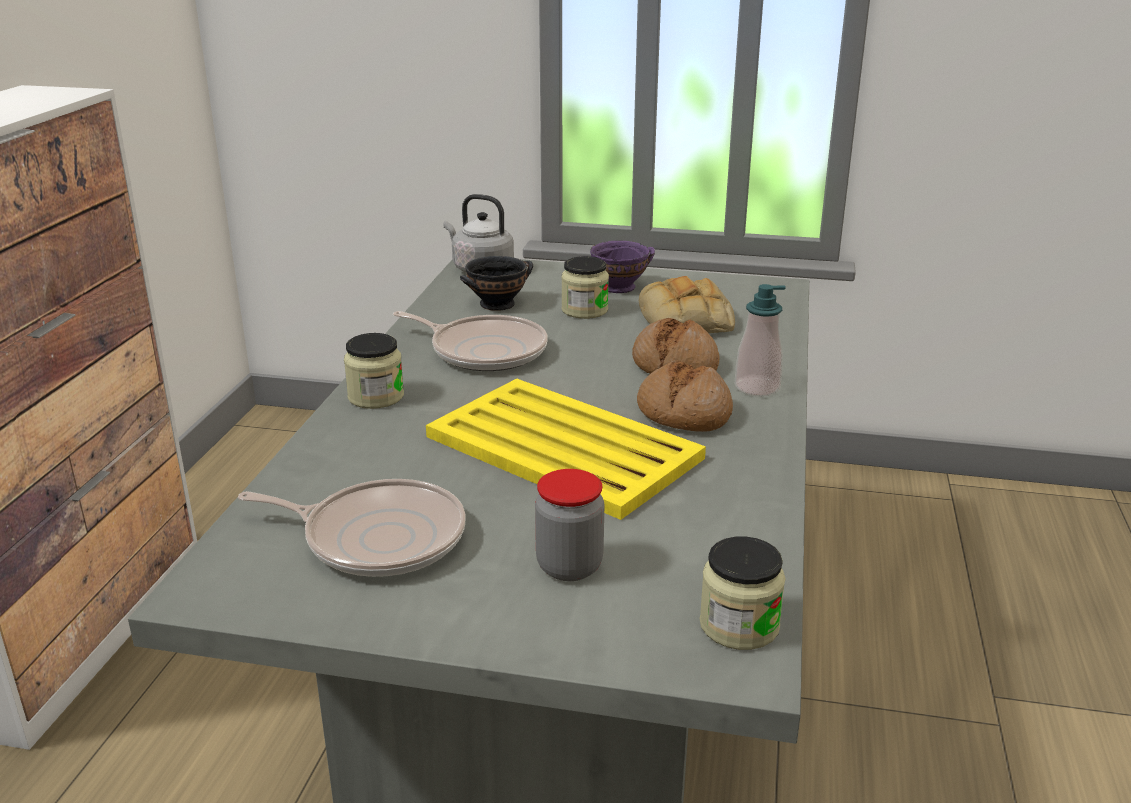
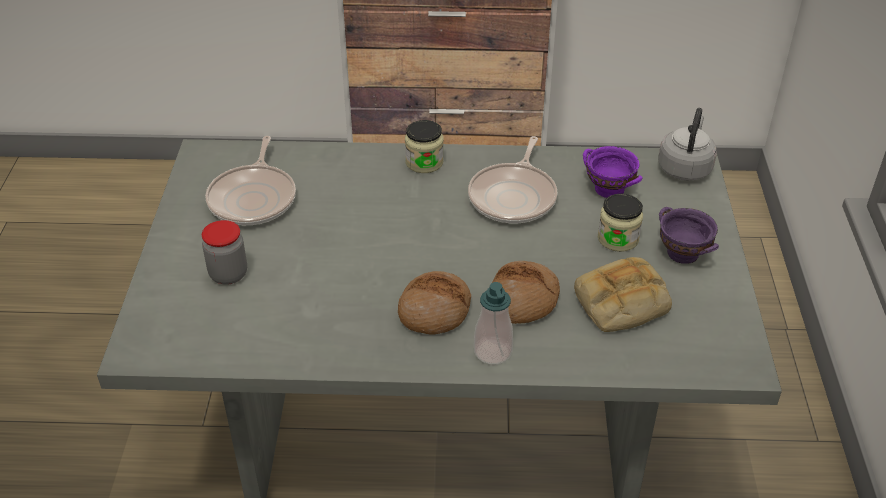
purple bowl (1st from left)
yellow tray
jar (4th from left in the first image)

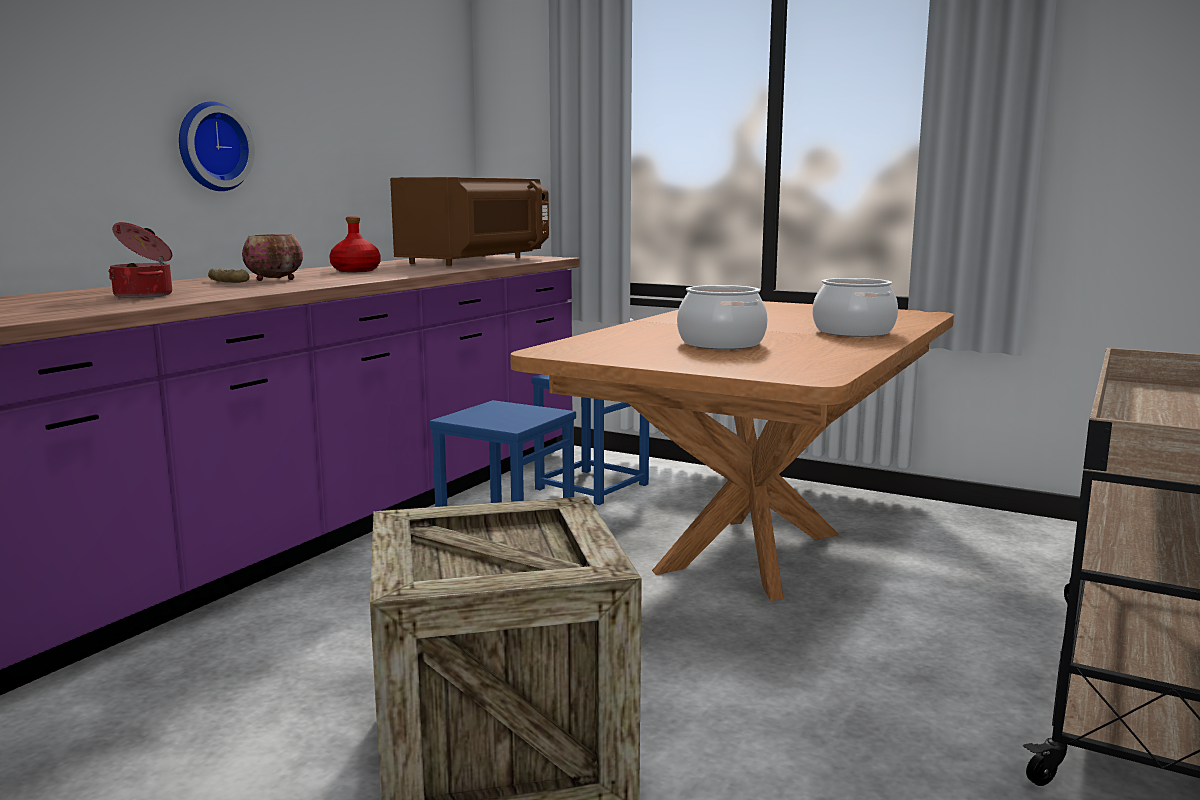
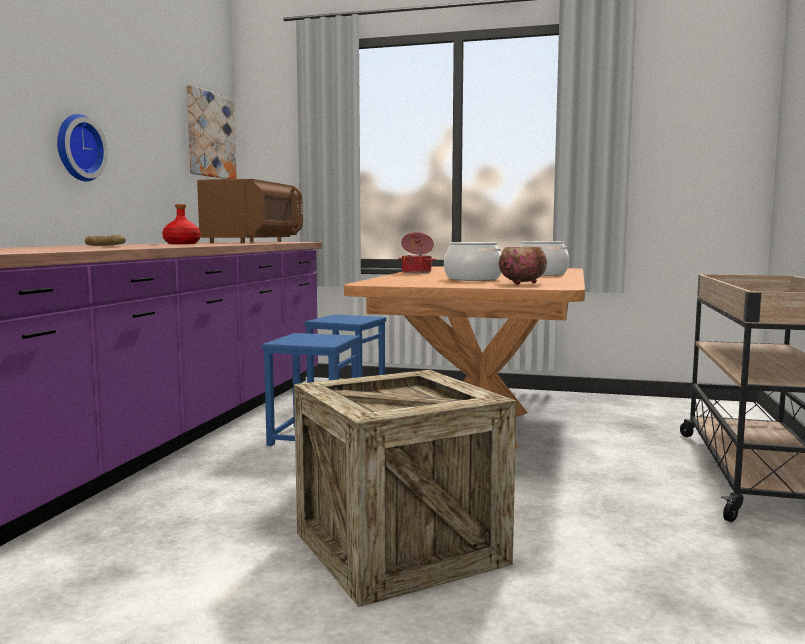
cooking pot (1st from left)
bowl
picture

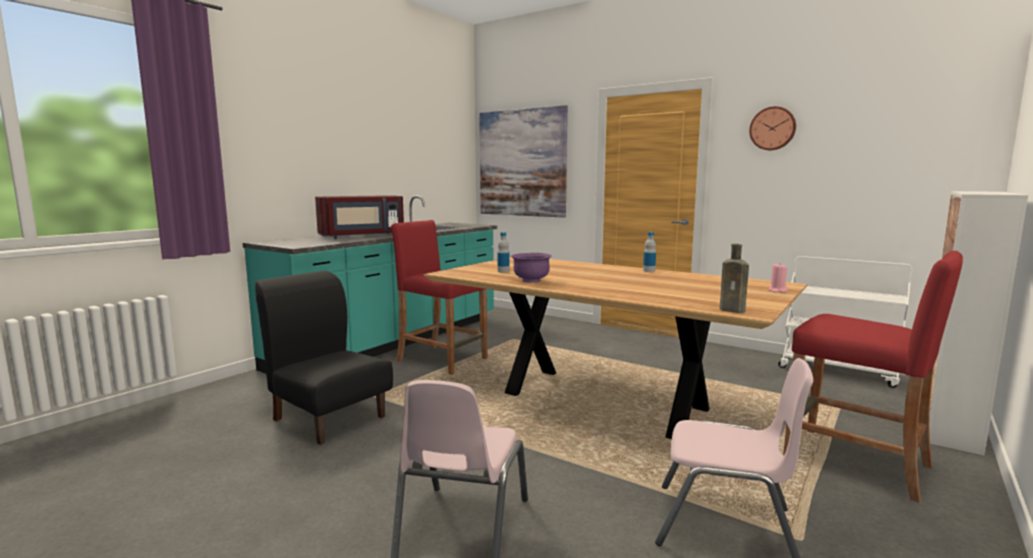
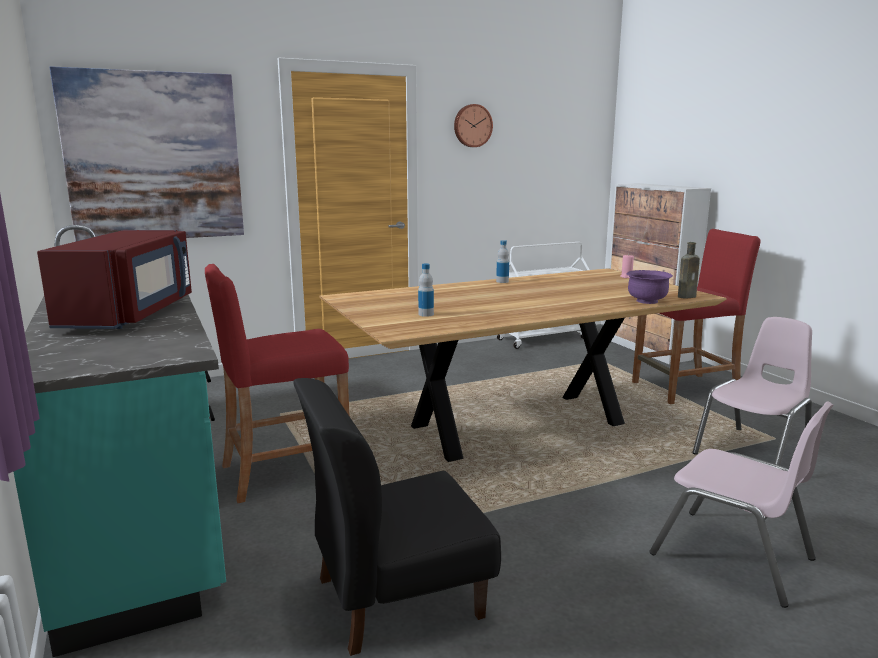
purple bowl

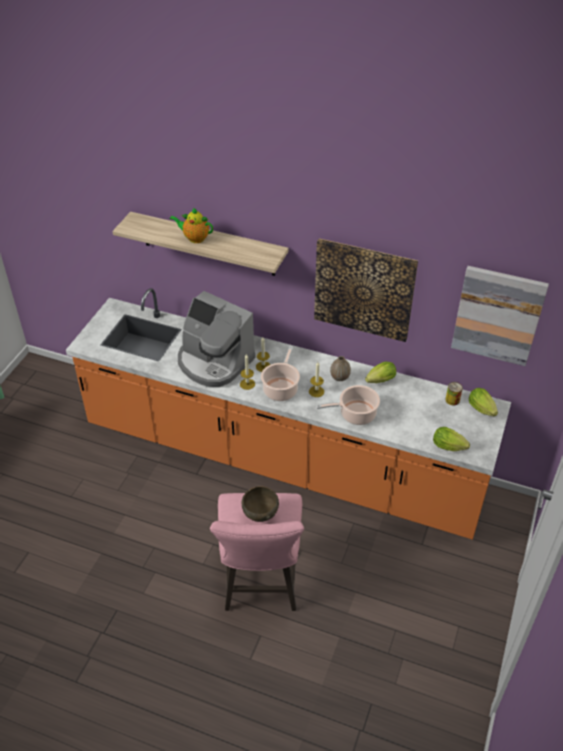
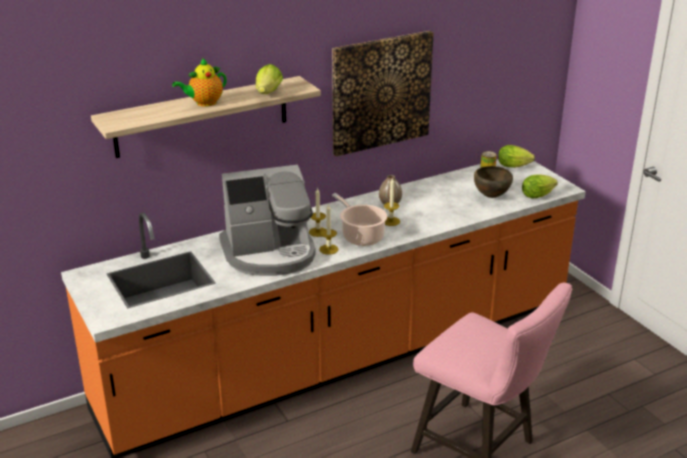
picture (2nd from left in the first image)
lettuce (1st from left)
cooking pot (2nd from left in the first image)
brown bowl

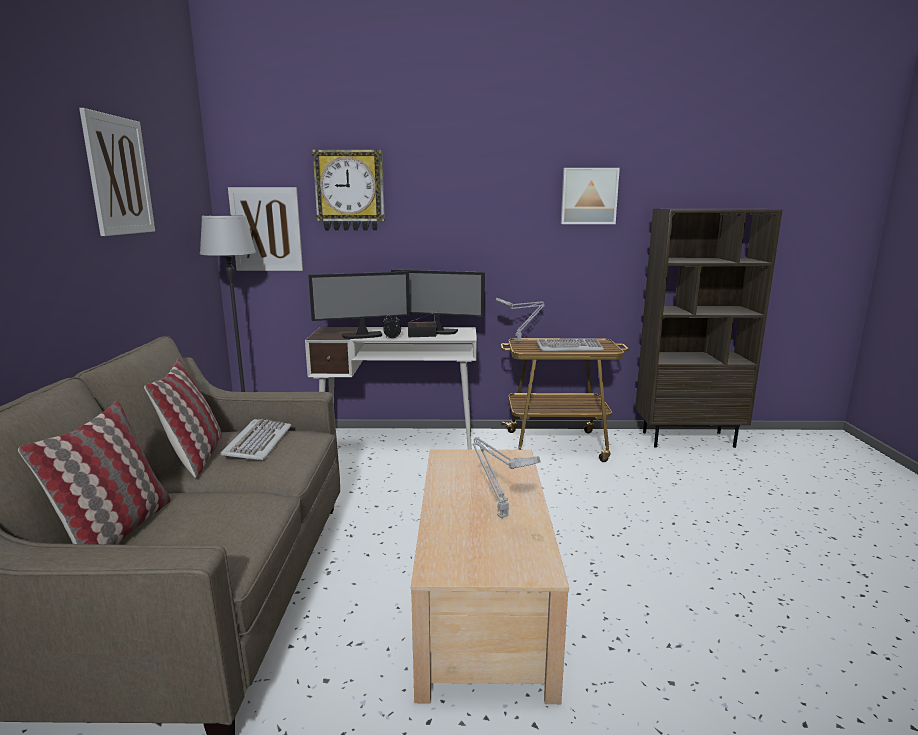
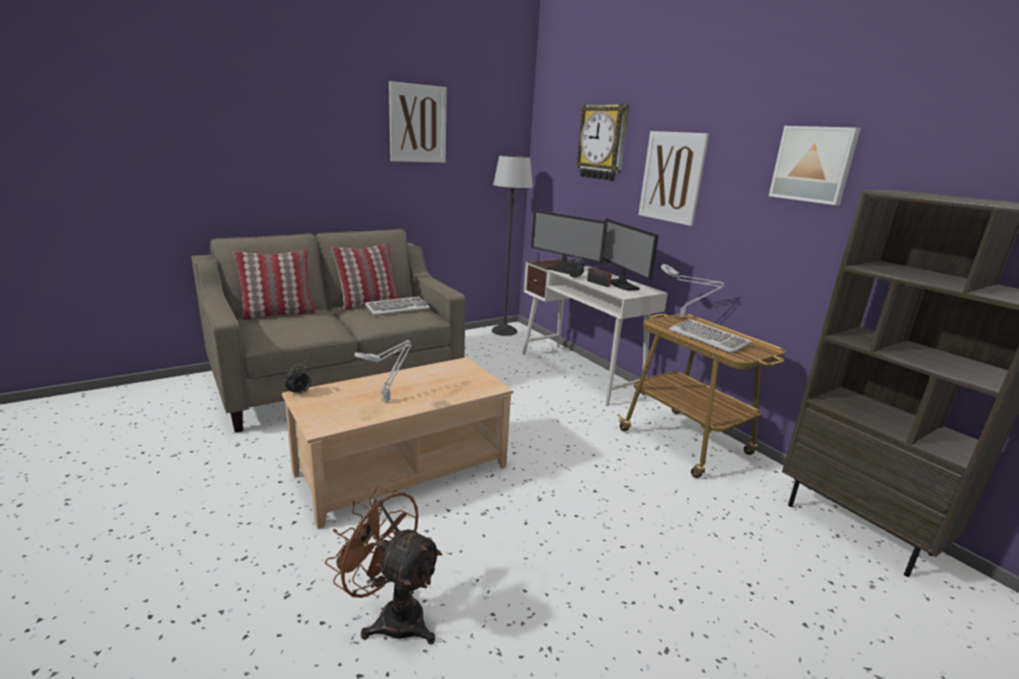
picture (2nd from left)
alarm clock (1st from left)
brown fan

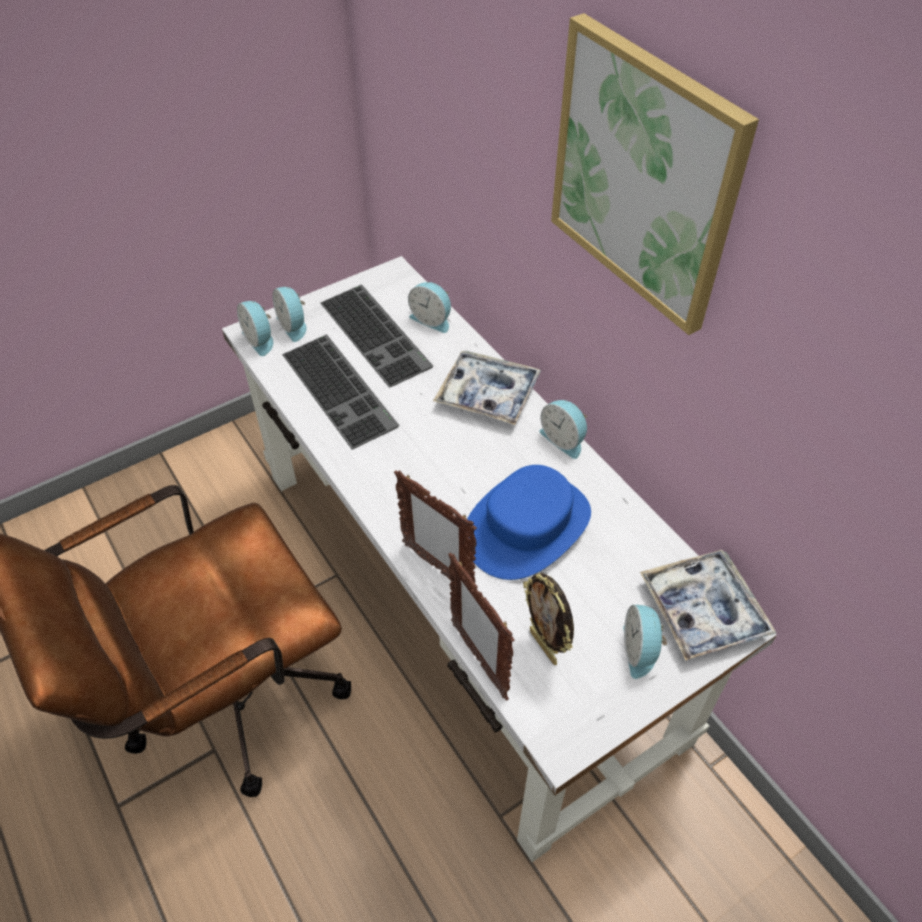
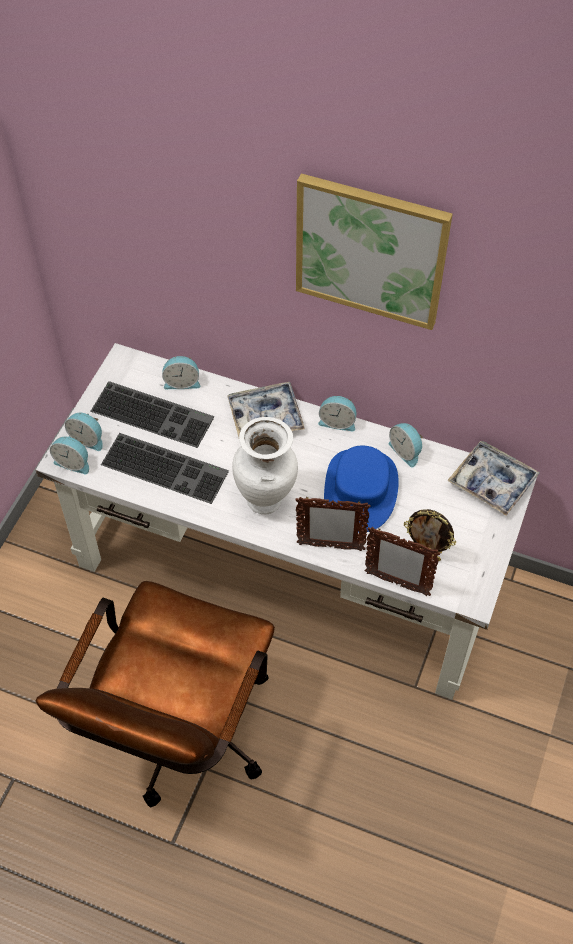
alarm clock (5th from left)
white vase

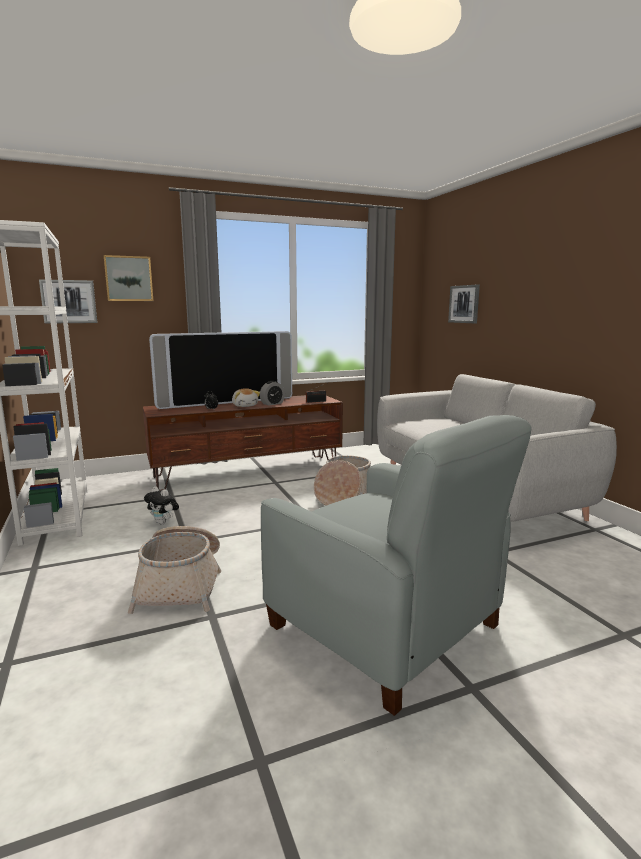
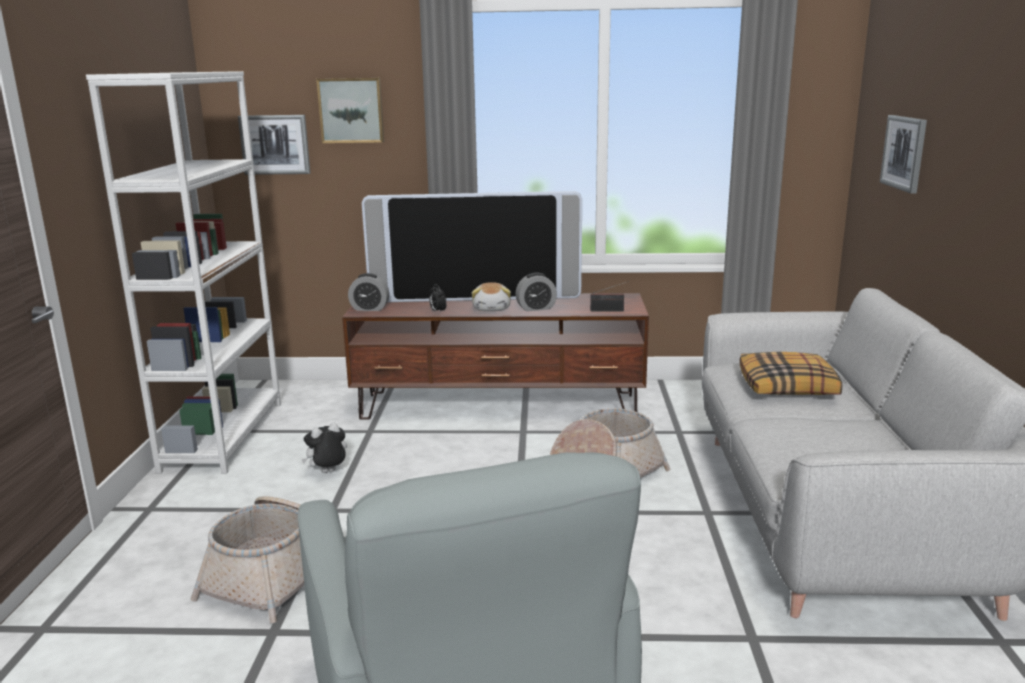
plush toy (1st from left)
alarm clock (1st from left)
pillow

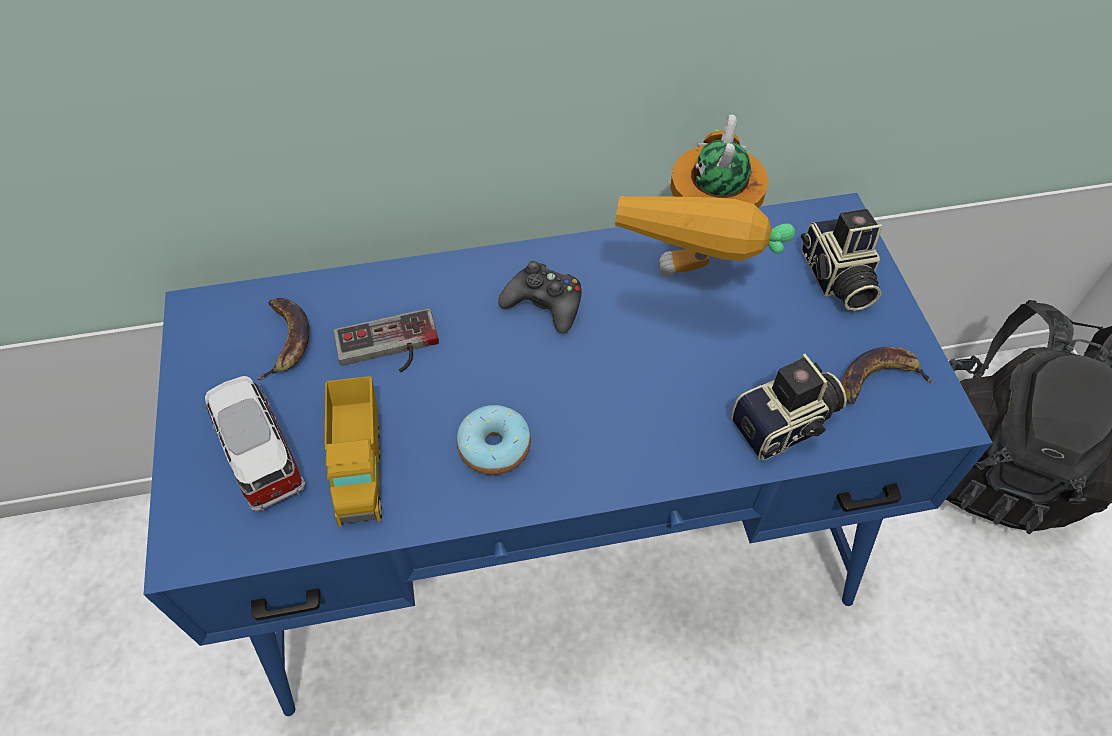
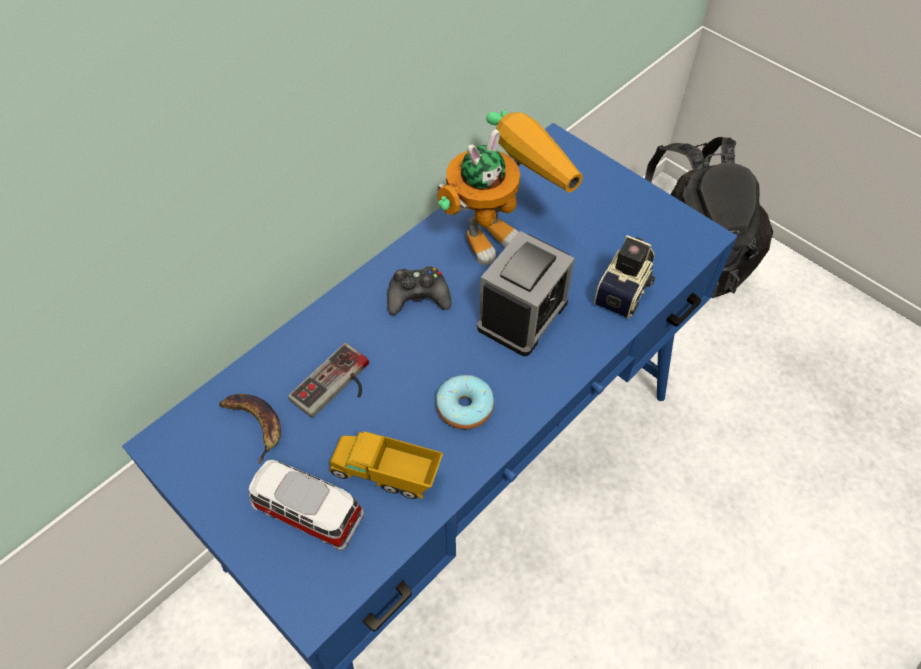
toy robot
photo camera (2nd from left in the first image)
banana (2nd from left in the first image)
toy truck
alarm clock

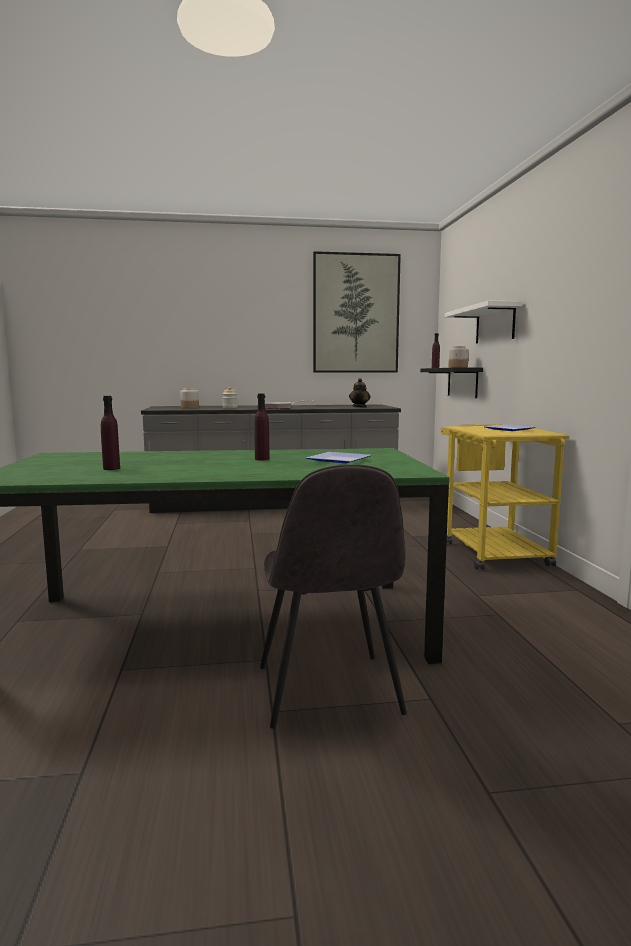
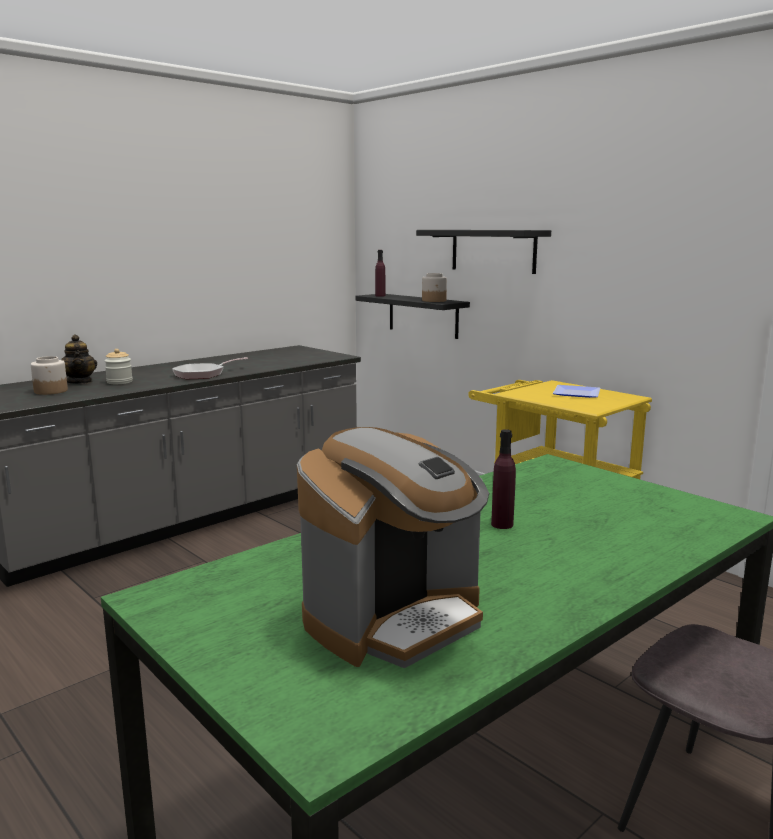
picture
black shelf (2nd from left)
teapot
coffee machine
plate (1st from left in the first image)

